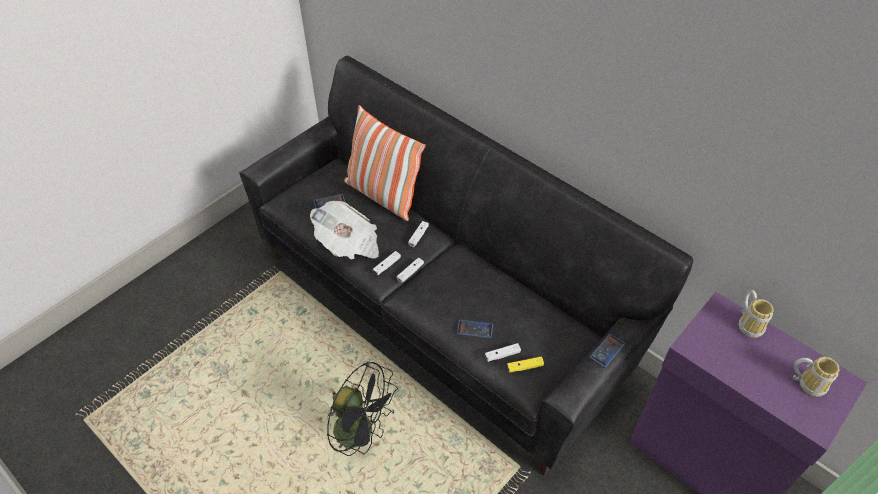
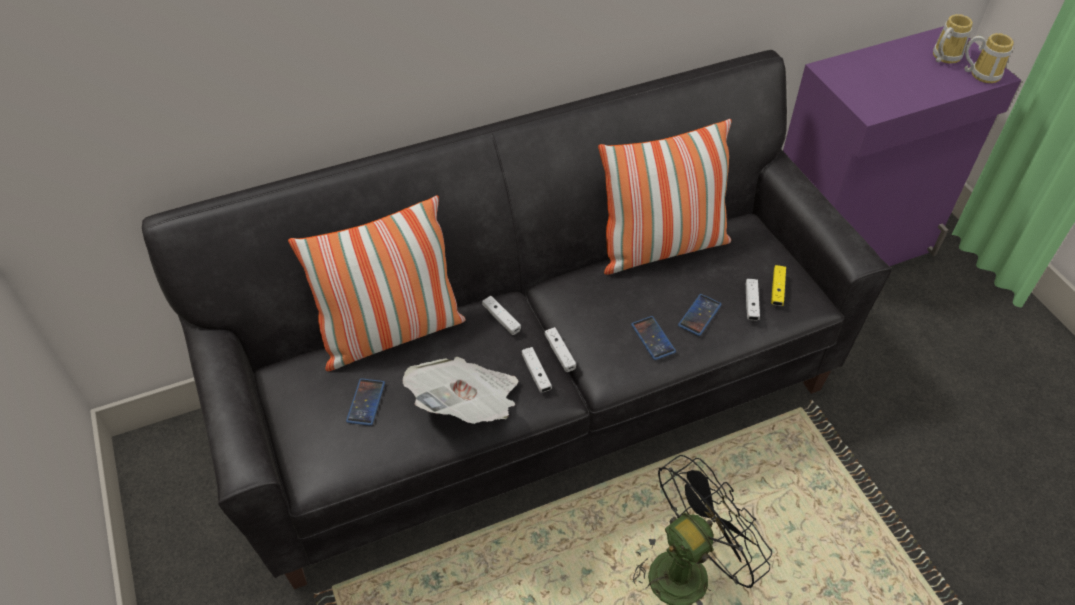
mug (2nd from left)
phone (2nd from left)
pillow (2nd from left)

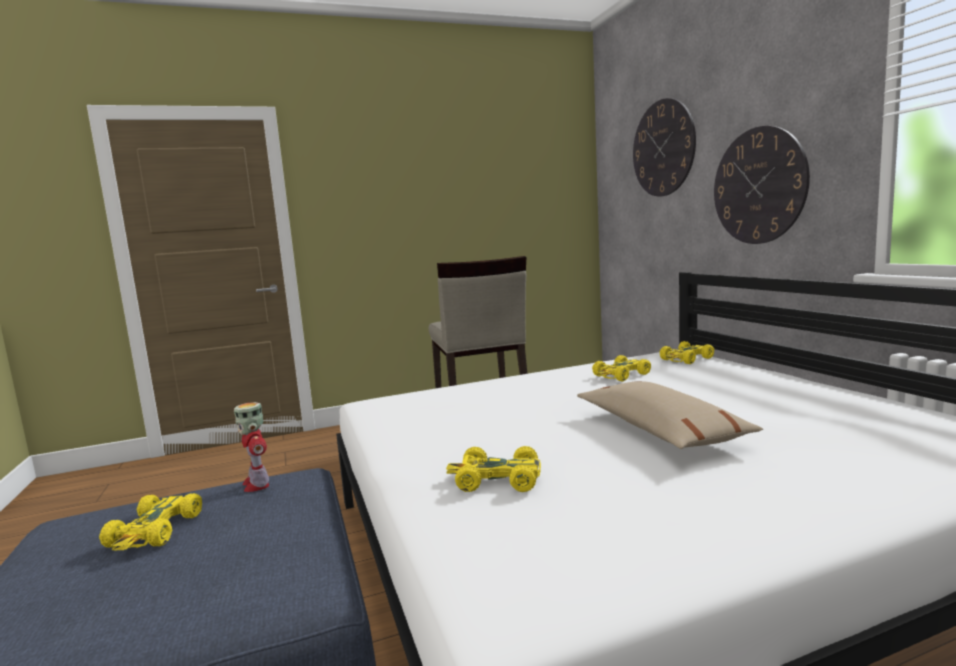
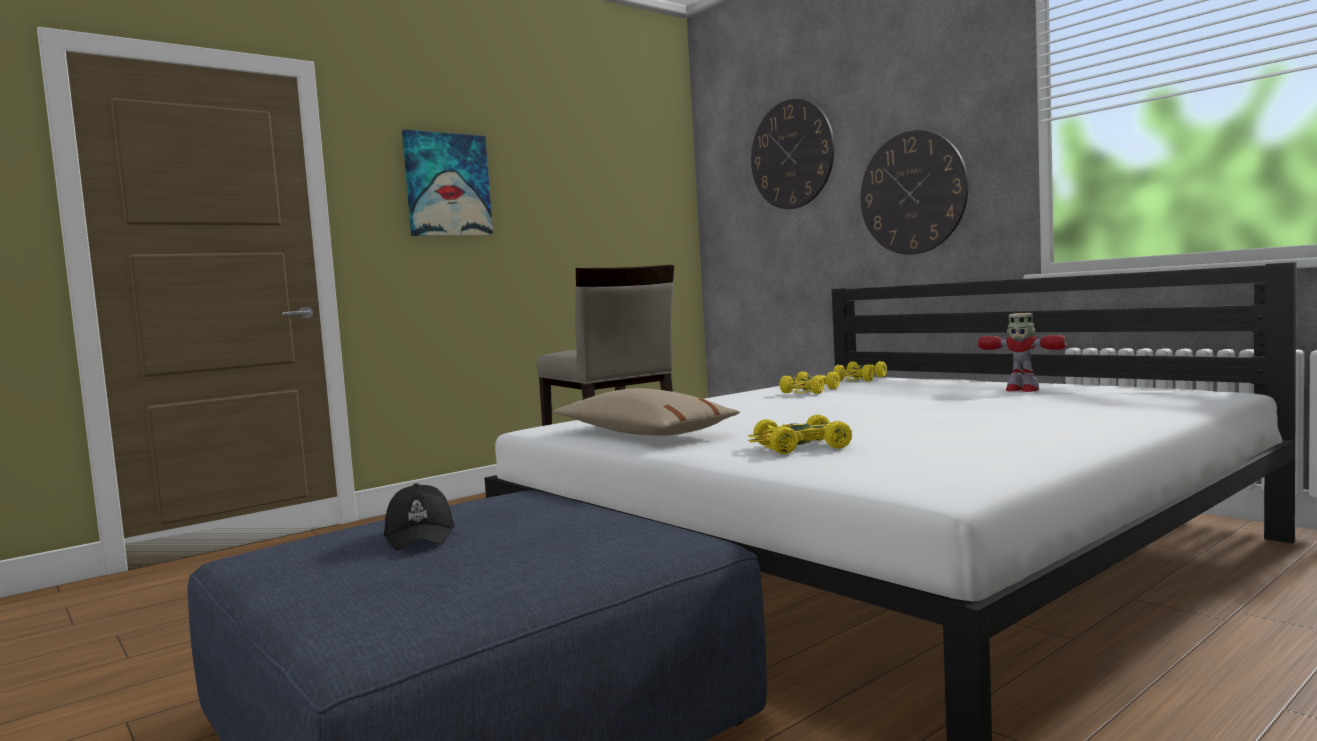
beige pillow
toy robot
black cap
picture

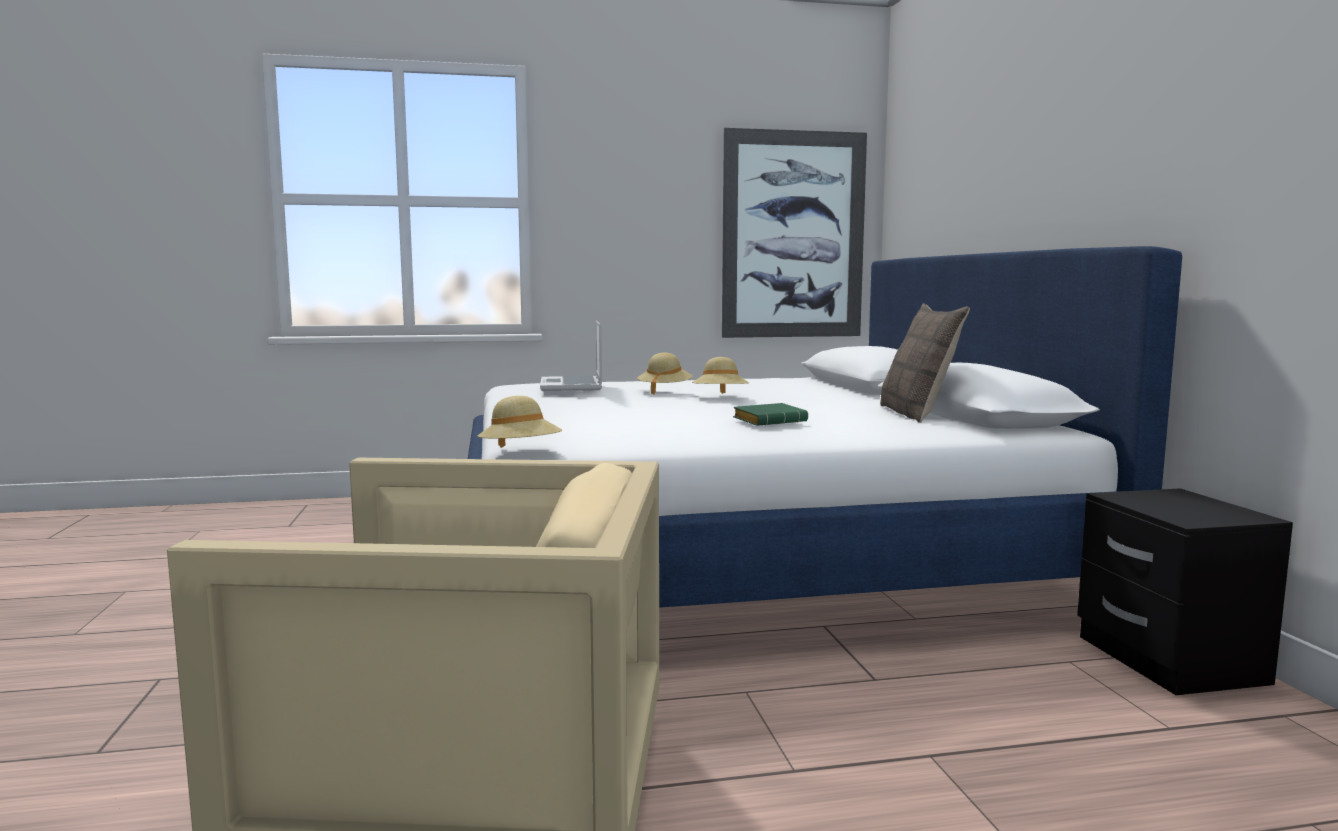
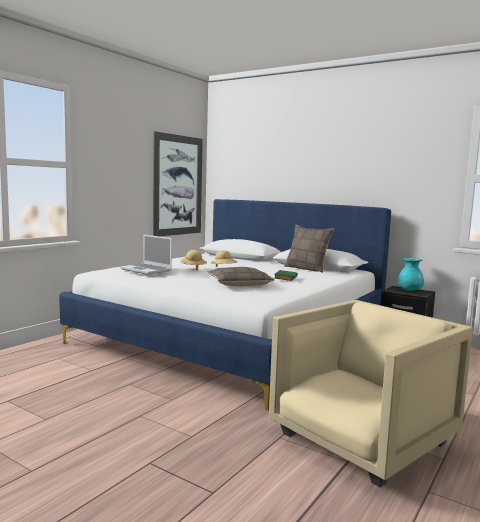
beige hat (1st from left in the first image)
turquoise vase
pillow (1st from left)

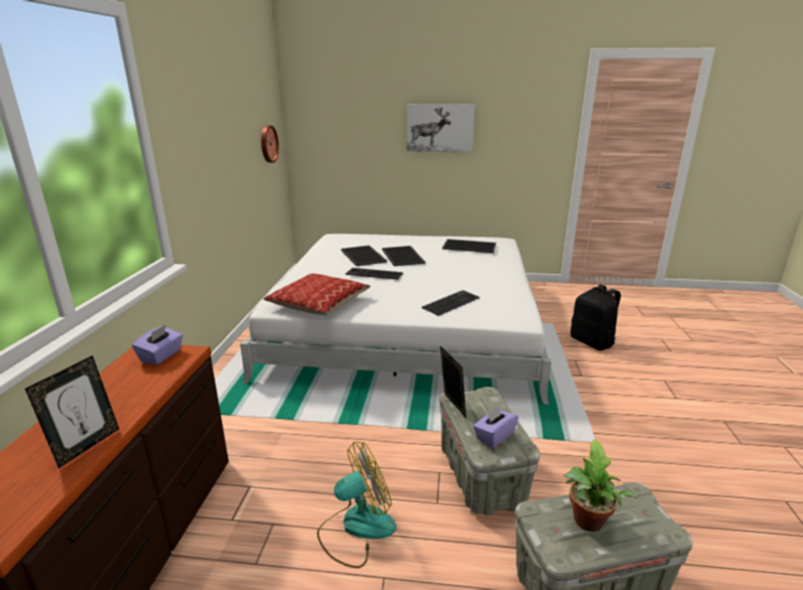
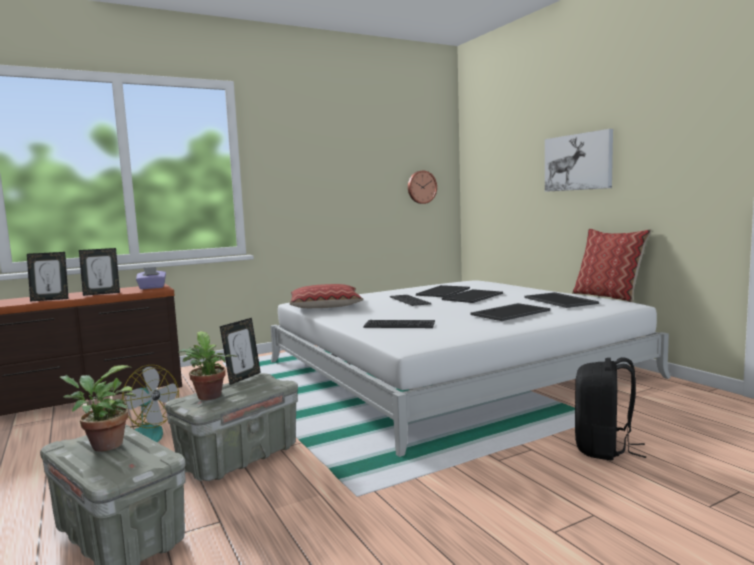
potted plant (2nd from left)
pillow (2nd from left)
picture frame (2nd from left)
tray (3rd from left)

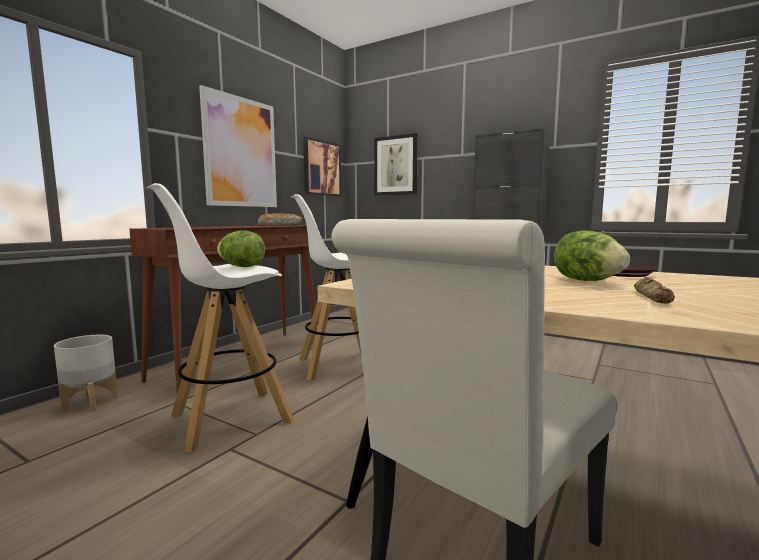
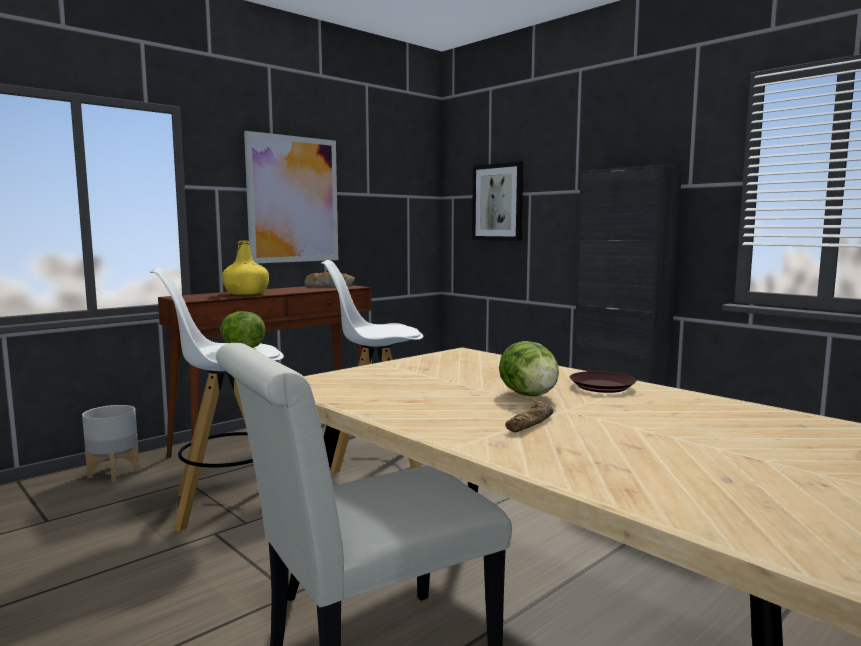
picture (2nd from left in the first image)
yellow bottle

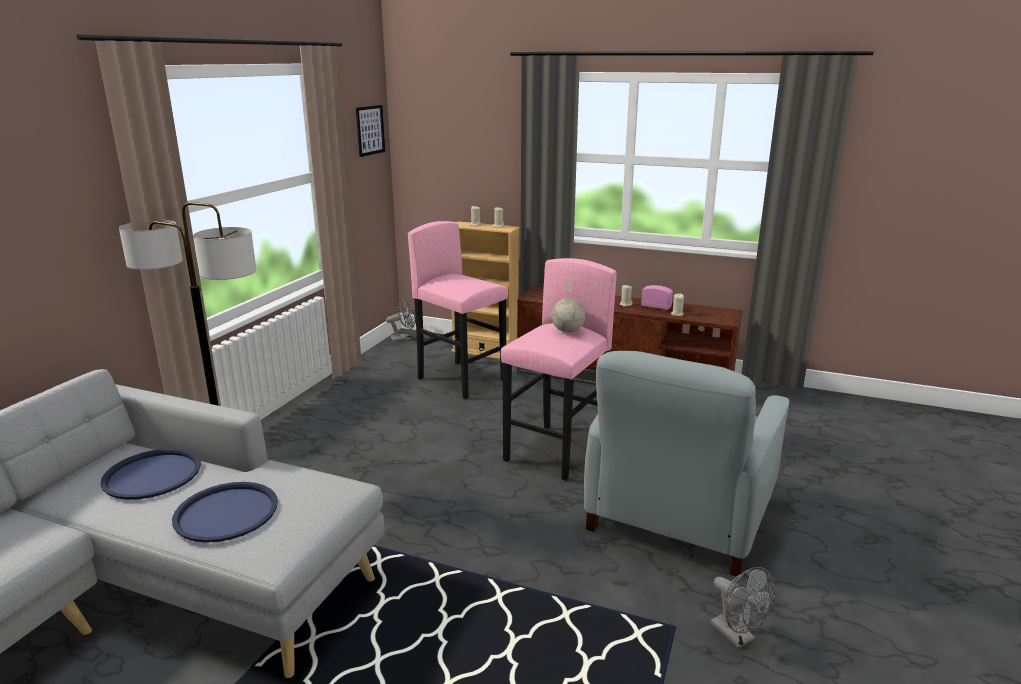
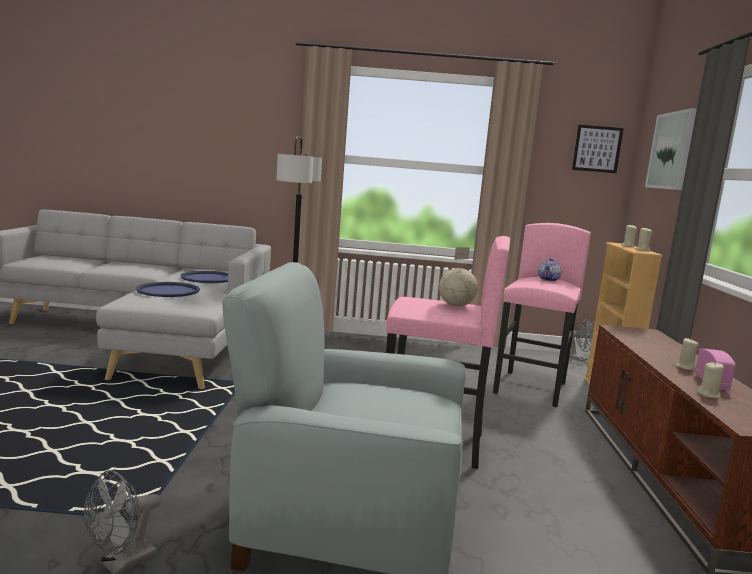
picture (2nd from left)
teapot

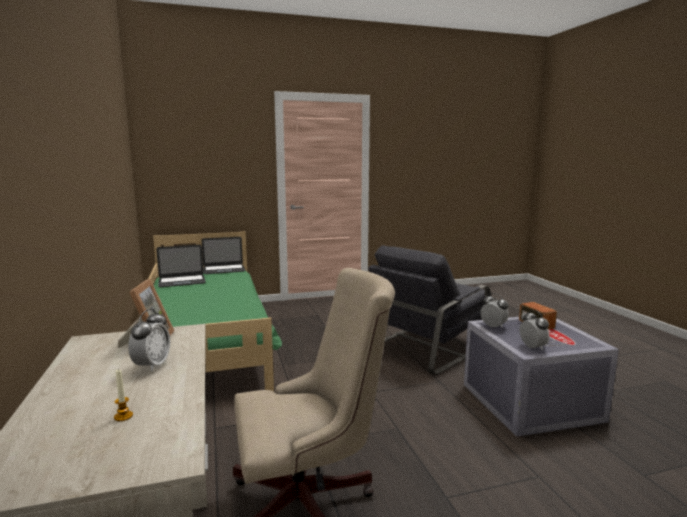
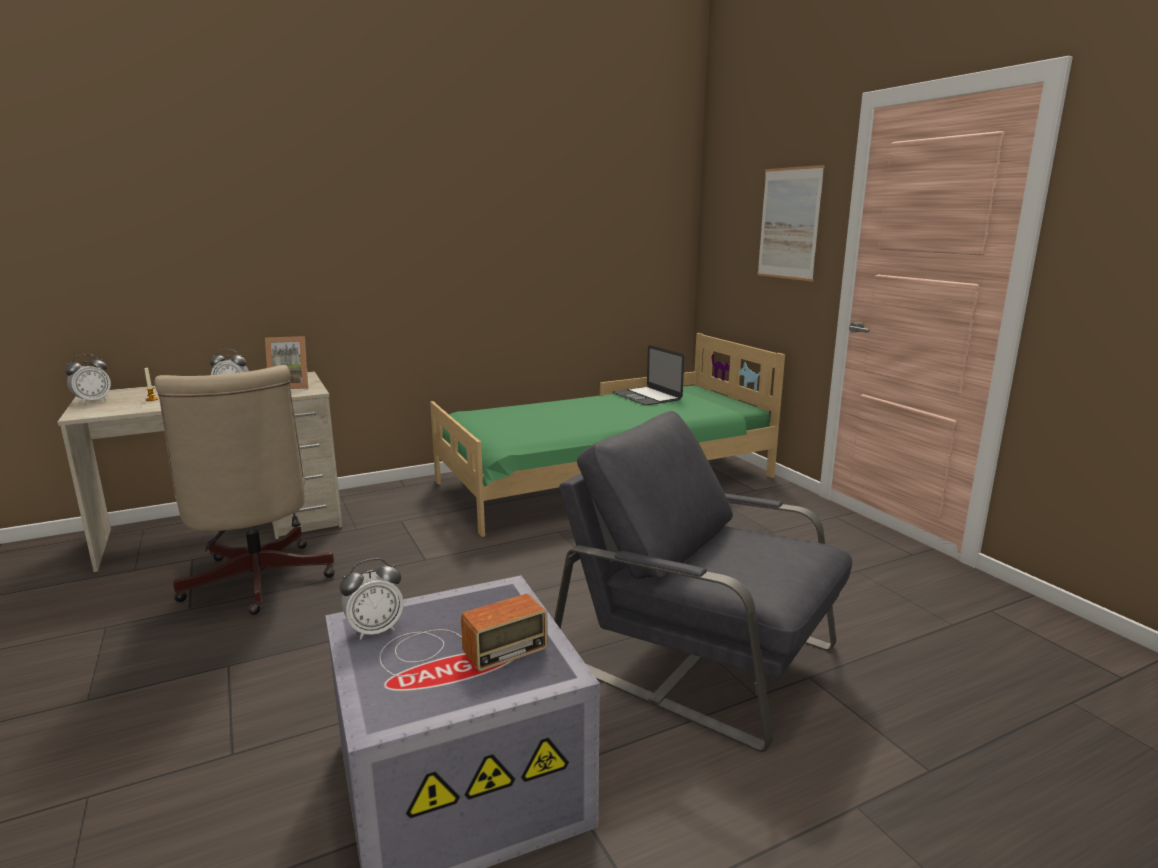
laptop (2nd from left in the first image)
alarm clock (1st from left)
picture

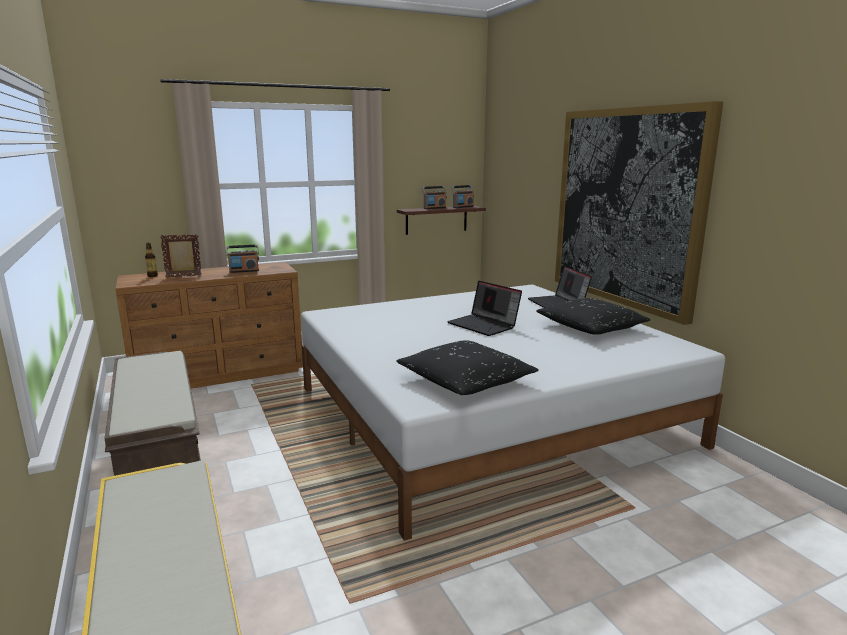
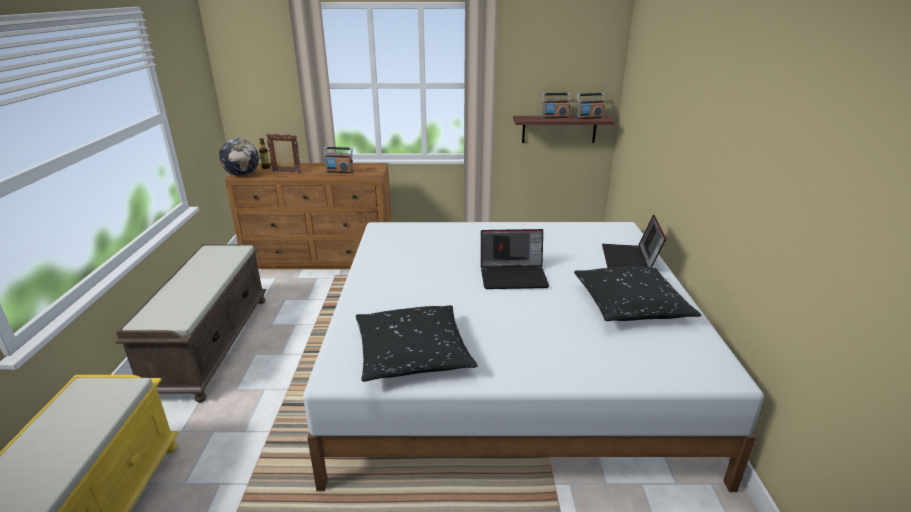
picture
laptop (1st from left)
globe

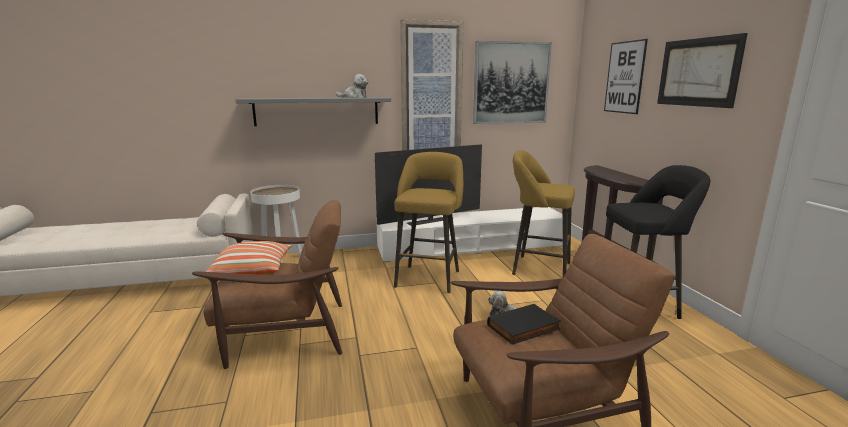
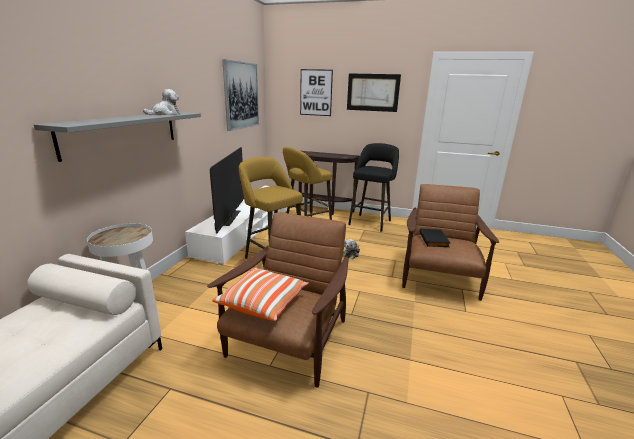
picture (1st from left in the first image)

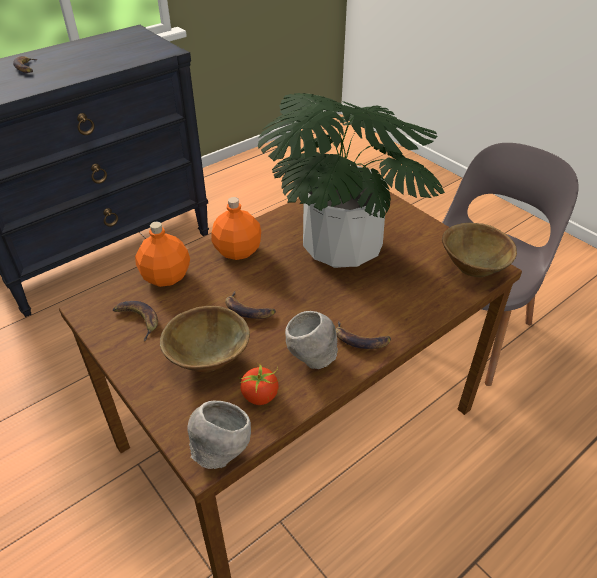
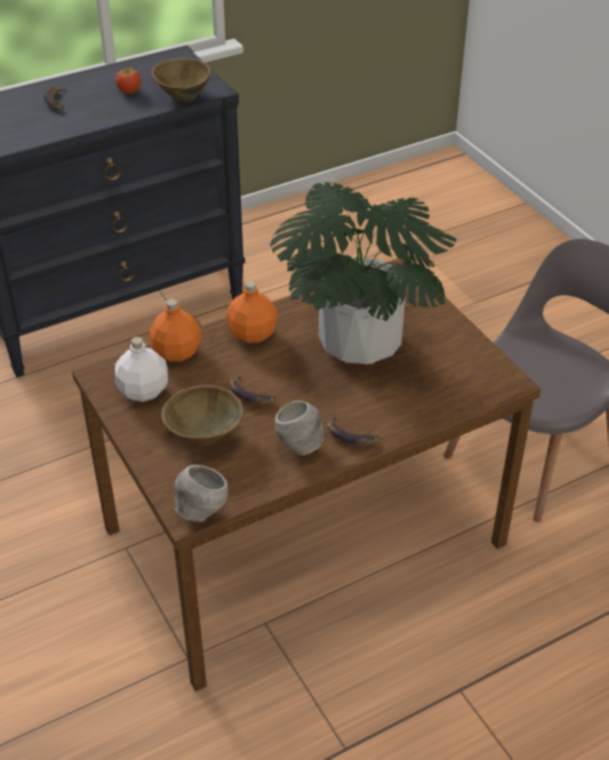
brown bowl (1st from left)
white bottle
tomato

